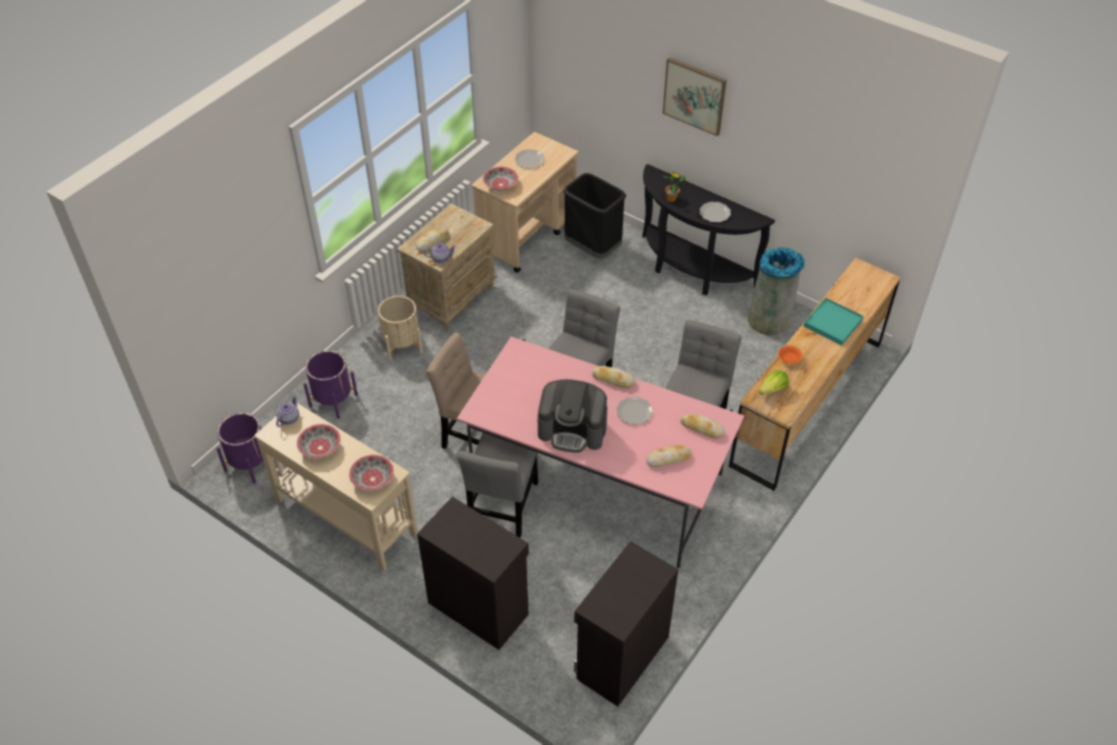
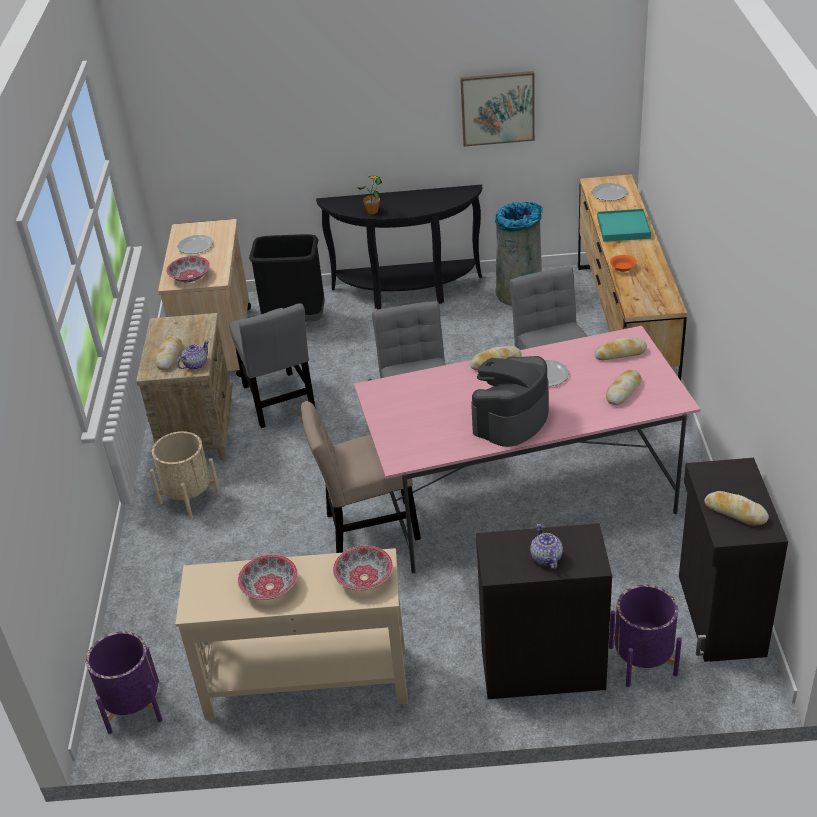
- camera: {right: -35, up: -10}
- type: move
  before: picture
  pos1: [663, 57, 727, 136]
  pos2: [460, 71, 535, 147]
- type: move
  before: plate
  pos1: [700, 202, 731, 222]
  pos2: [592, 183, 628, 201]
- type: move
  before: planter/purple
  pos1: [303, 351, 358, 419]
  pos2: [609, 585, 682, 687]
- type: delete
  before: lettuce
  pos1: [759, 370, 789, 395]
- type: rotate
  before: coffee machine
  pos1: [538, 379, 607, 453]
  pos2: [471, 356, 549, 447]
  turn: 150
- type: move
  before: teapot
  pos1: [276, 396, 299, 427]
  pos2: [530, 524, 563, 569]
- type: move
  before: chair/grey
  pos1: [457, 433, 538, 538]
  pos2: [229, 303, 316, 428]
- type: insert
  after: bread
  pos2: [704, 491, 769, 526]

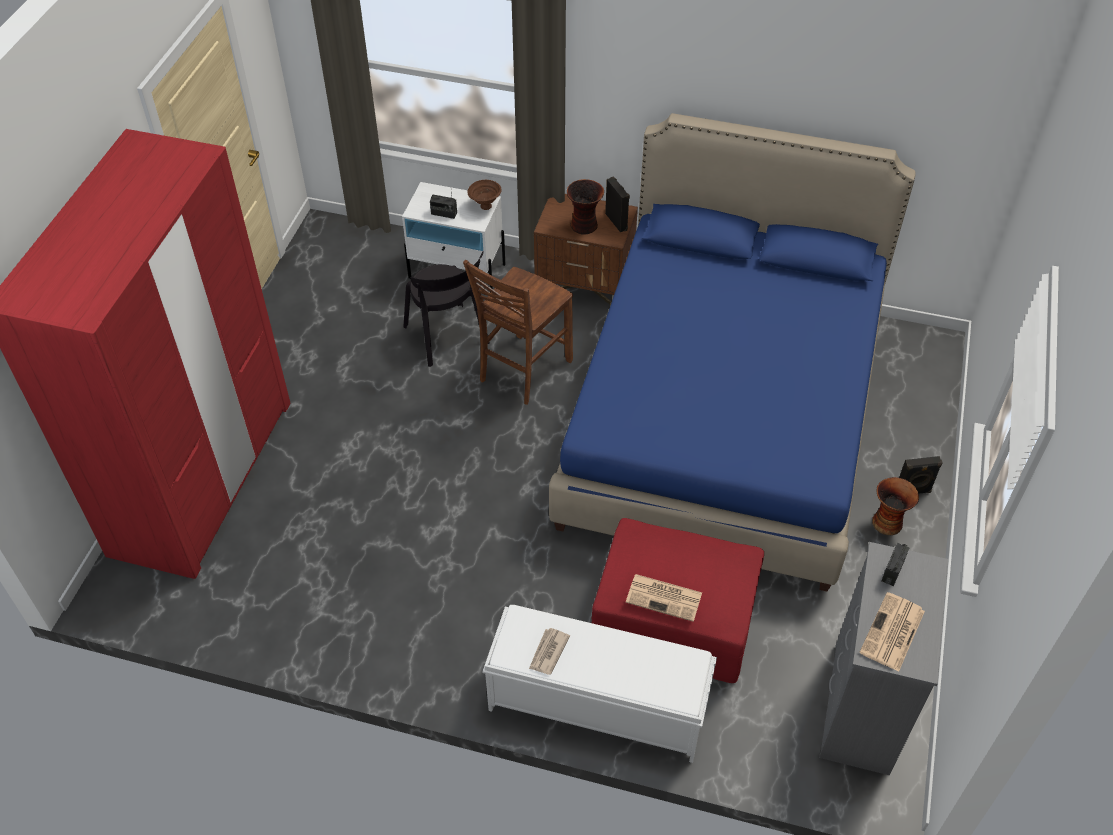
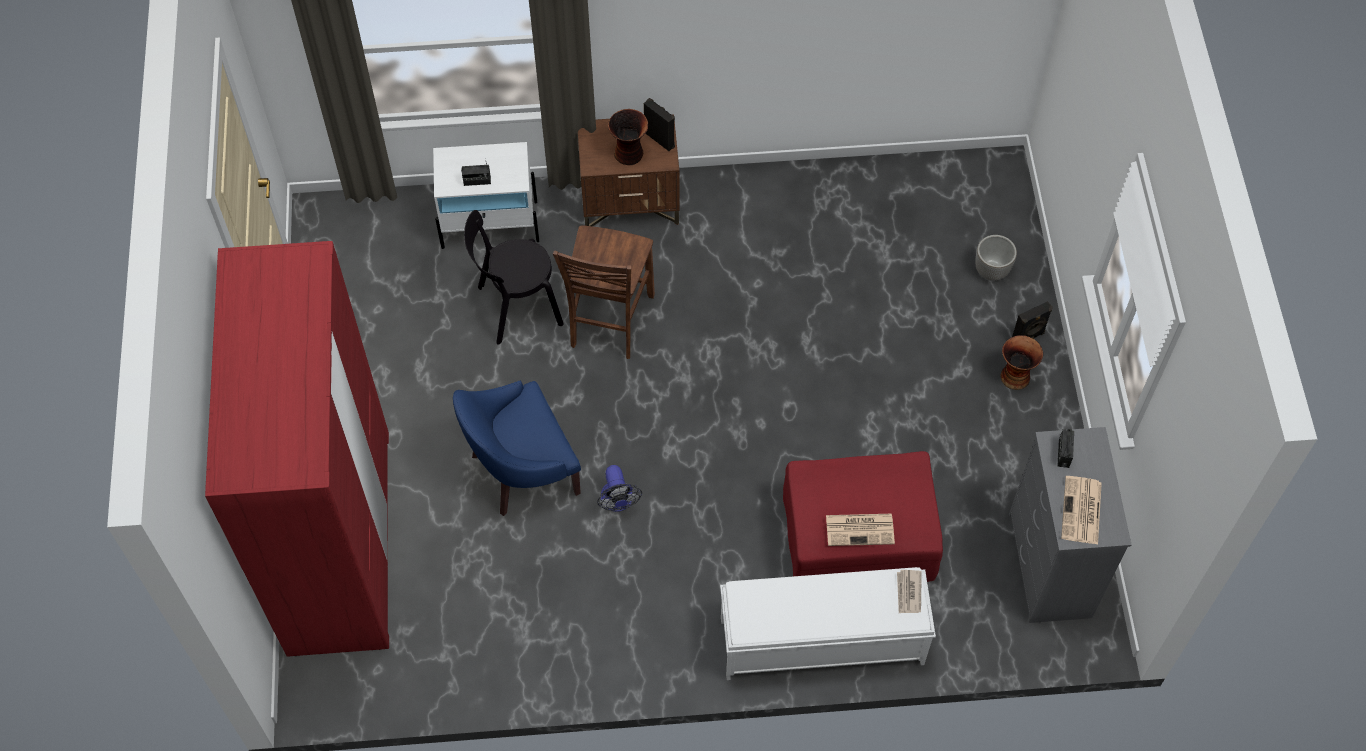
- camera: {right: -20, up: 10}
- type: delete
  before: bed/blue
  pos1: [549, 113, 916, 591]
- type: delete
  before: bowl/brown
  pos1: [467, 180, 502, 210]
- type: rotate
  before: chair/black
  pos1: [403, 251, 490, 367]
  pos2: [464, 210, 564, 345]
  turn: 120
- type: move
  before: newspaper
  pos1: [529, 628, 570, 674]
  pos2: [897, 570, 922, 613]
- type: insert
  after: planter
  pos2: [975, 235, 1017, 281]
- type: insert
  after: armchair/blue
  pos2: [453, 381, 581, 516]
- type: insert
  after: fan
  pos2: [597, 465, 642, 512]

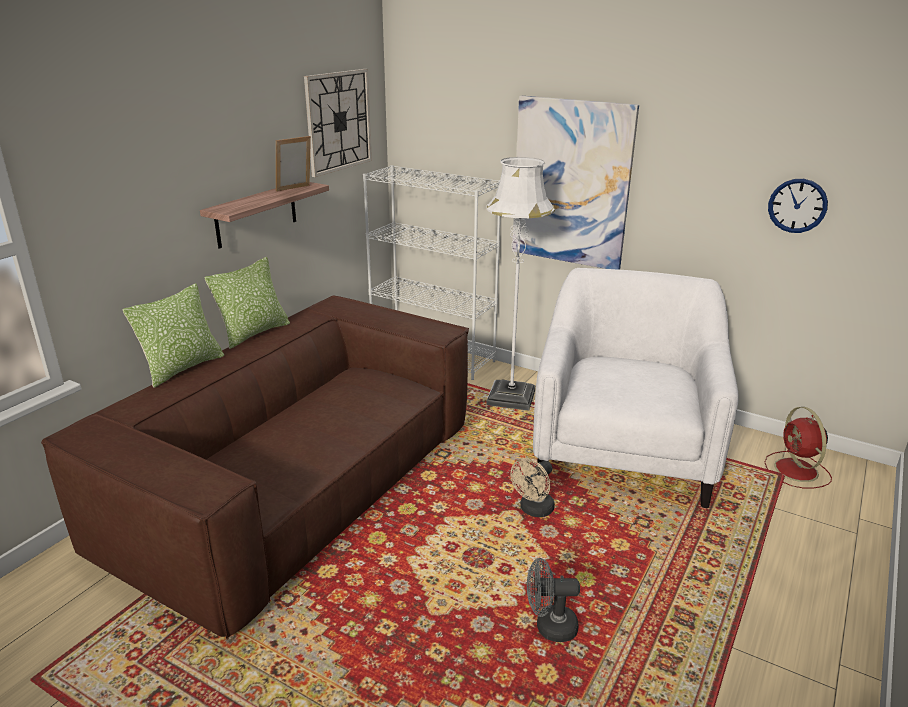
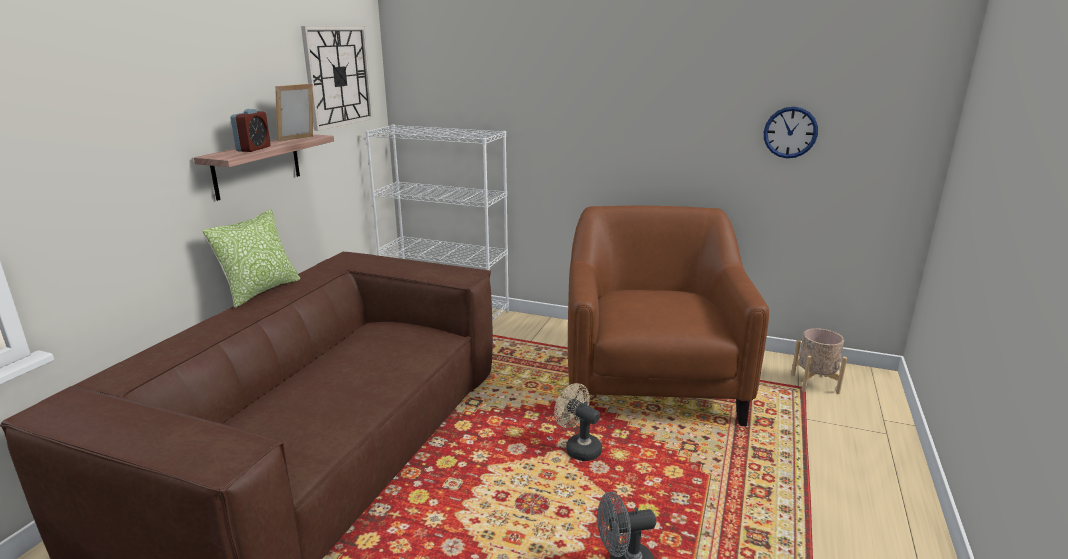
- camera: {right: -10, up: -5}
- type: delete
  before: picture
  pos1: [512, 96, 639, 270]
- type: delete
  before: floor lamp/white
  pos1: [487, 157, 555, 411]
- type: recolor
  before: armchair/white
  after: armchair/brown
  pos1: [533, 268, 739, 508]
  pos2: [568, 206, 769, 426]
- type: delete
  before: pillow
  pos1: [122, 283, 224, 388]
- type: replace
  before: fan/red
  after: planter/beige
  pos1: [764, 407, 832, 489]
  pos2: [791, 328, 847, 394]
- type: rotate
  before: fan/beige
  pos1: [510, 458, 555, 517]
  pos2: [554, 383, 602, 461]
  turn: 105
- type: insert
  after: alarm clock
  pos2: [230, 109, 271, 152]

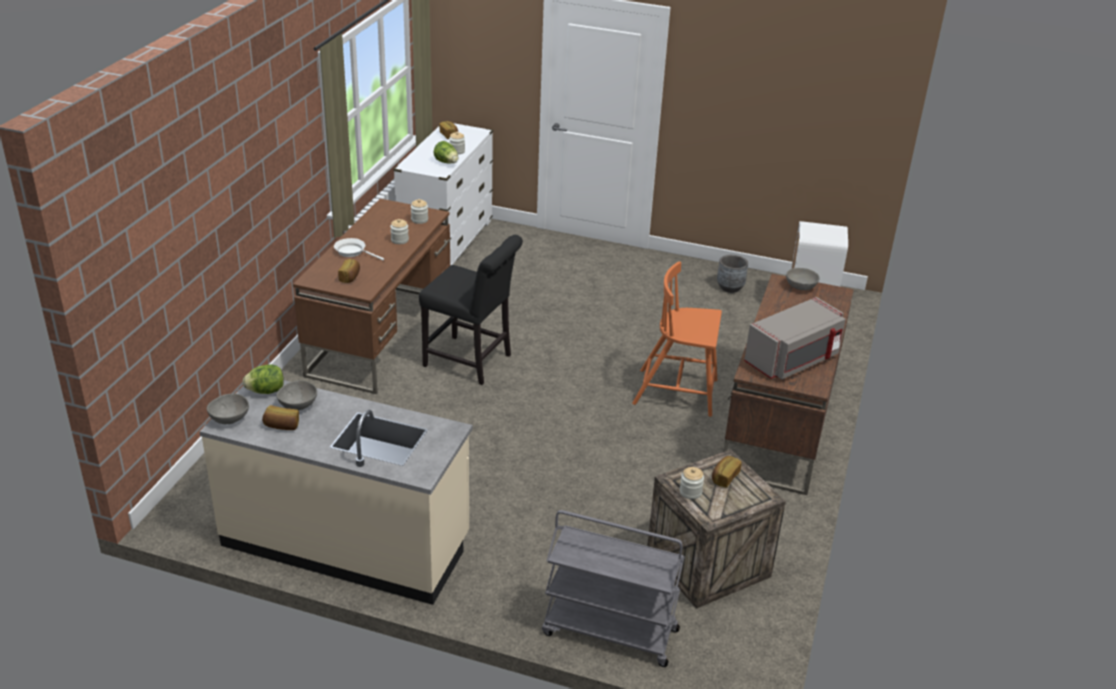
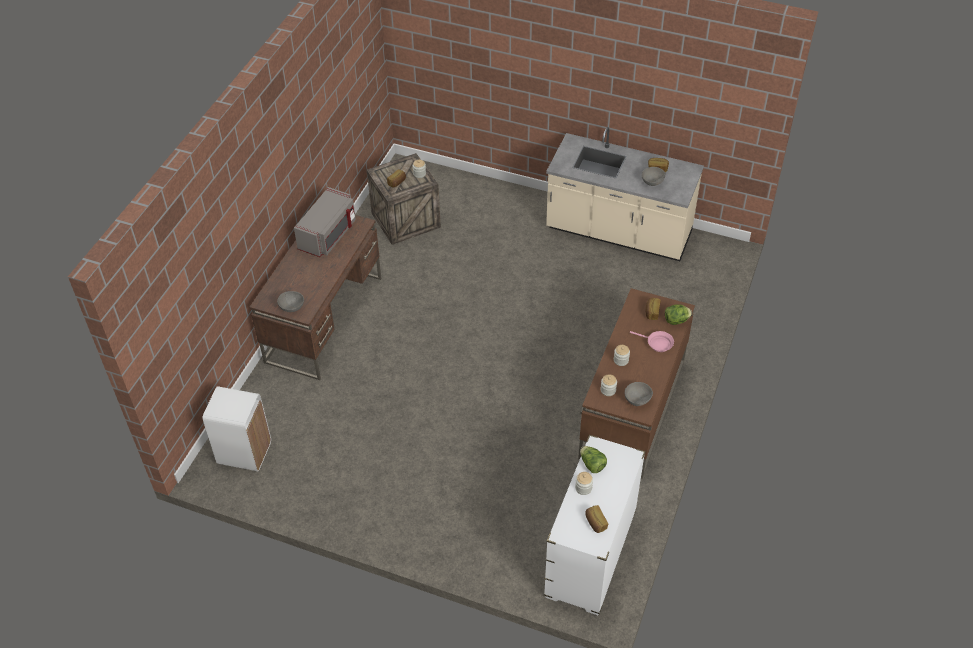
- camera: {right: -175, up: 15}
- type: delete
  before: chair/black
  pos1: [419, 235, 523, 385]
- type: recolor
  before: frying pan/white
  after: frying pan/pink
  pos1: [334, 238, 384, 260]
  pos2: [630, 331, 674, 352]
- type: delete
  before: planter/grey
  pos1: [717, 255, 748, 293]
- type: delete
  before: chair/orange
  pos1: [632, 261, 722, 417]
- type: rotate
  before: microwave/grey
  pos1: [744, 297, 846, 379]
  pos2: [294, 187, 356, 257]
  turn: 150
- type: move
  before: lettuce
  pos1: [242, 364, 284, 394]
  pos2: [665, 304, 692, 325]
- type: move
  before: bowl/grey
  pos1: [207, 393, 249, 424]
  pos2: [625, 382, 653, 406]
- type: delete
  before: cart/grey
  pos1: [542, 510, 685, 667]

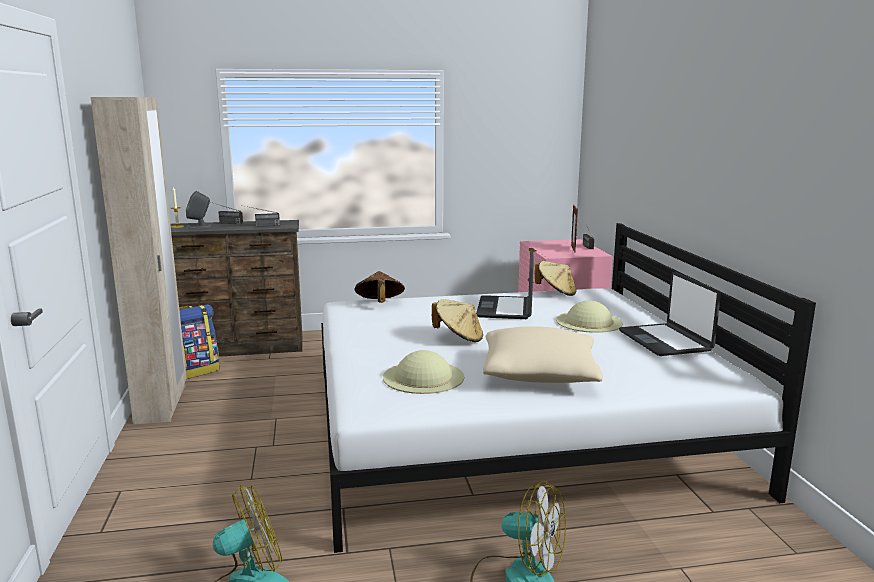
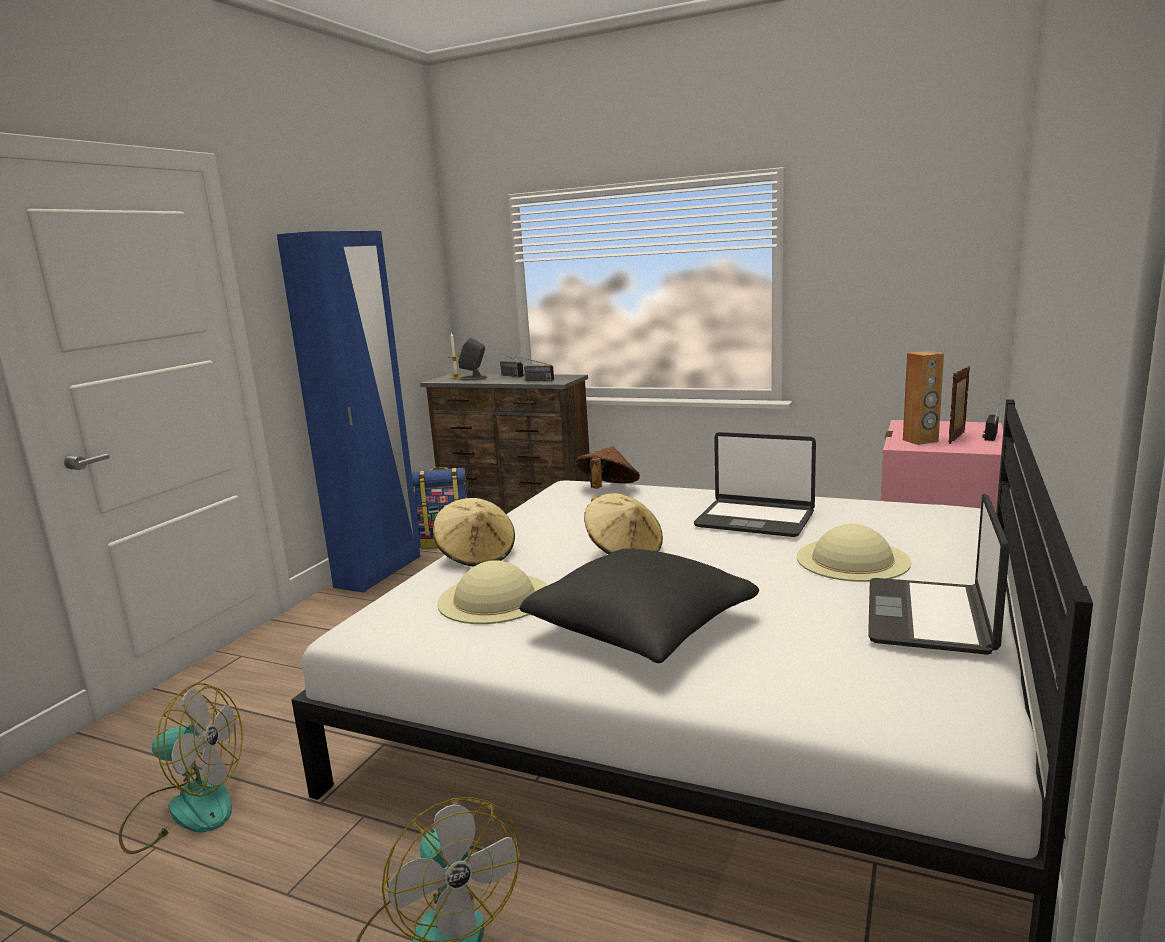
- camera: {right: 35, up: 0}
- type: recolor
  before: wardrobe/beige
  after: wardrobe/blue
  pos1: [91, 97, 187, 424]
  pos2: [277, 231, 421, 592]
- type: rotate
  before: laptop
  pos1: [476, 251, 534, 319]
  pos2: [694, 432, 816, 537]
  turn: -105
- type: move
  before: hat/beige
  pos1: [535, 261, 576, 296]
  pos2: [433, 498, 515, 566]
- type: recolor
  before: pillow/beige
  after: pillow/black
  pos1: [483, 326, 603, 383]
  pos2: [519, 548, 759, 663]
- type: insert
  after: speaker/brown
  pos2: [903, 351, 944, 445]

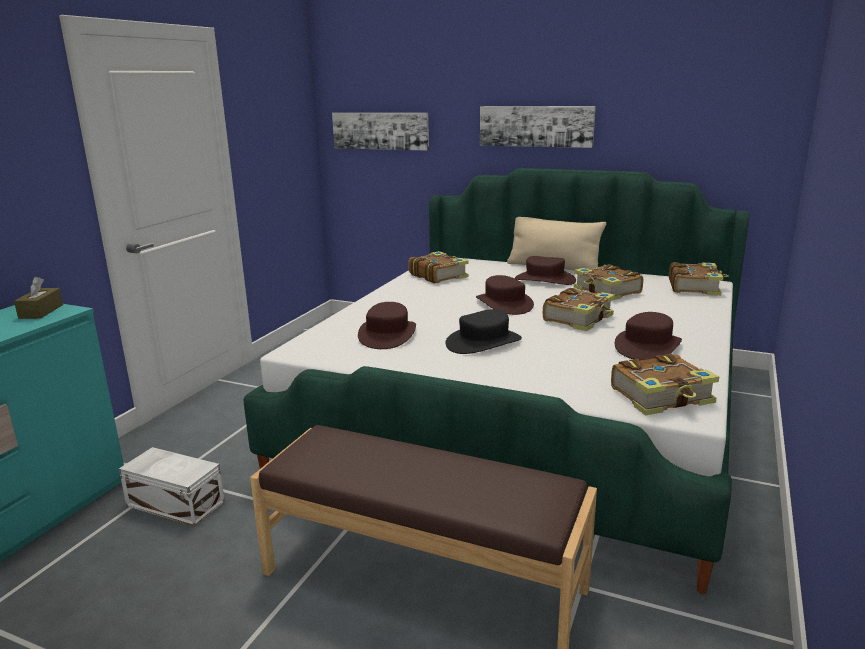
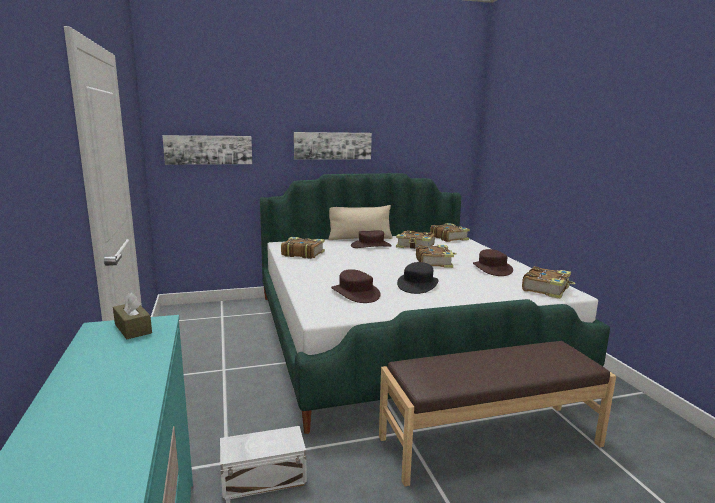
- camera: {right: -40, up: -5}
- type: delete
  before: hat/brown
  pos1: [476, 275, 534, 315]

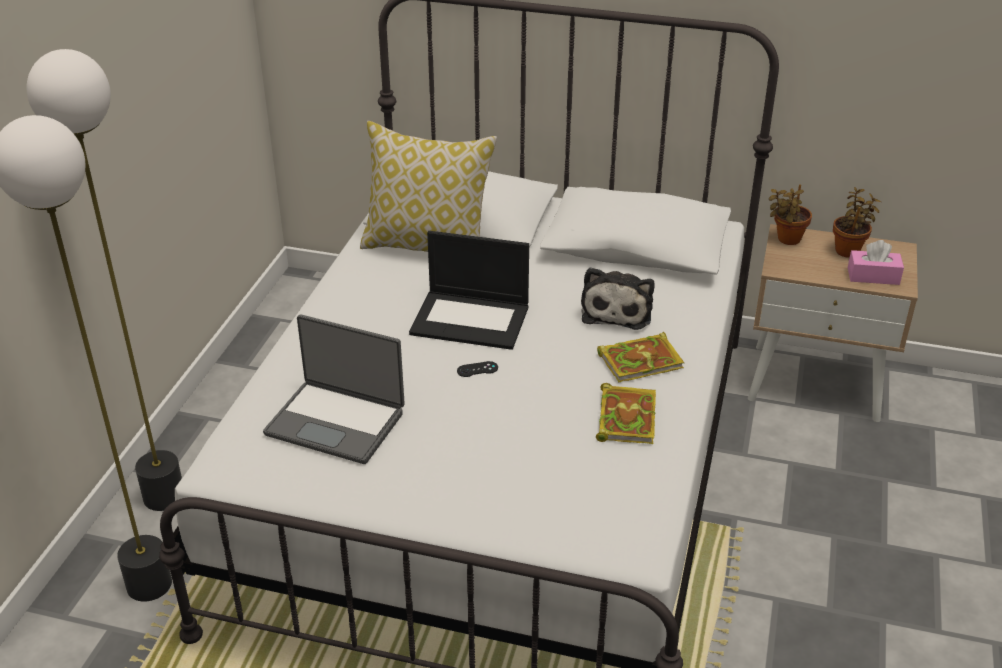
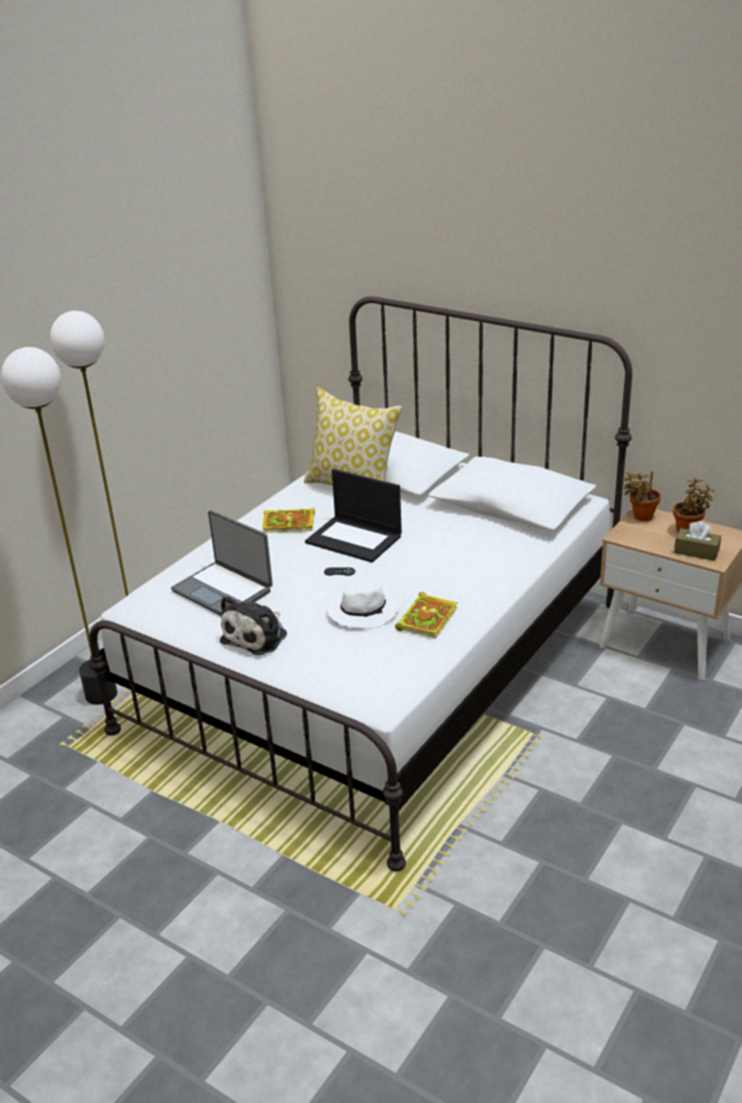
- camera: {right: 20, up: -5}
- type: recolor
  before: tissue box/pink
  after: tissue box/brown
  pos1: [848, 240, 904, 285]
  pos2: [674, 521, 721, 561]
- type: move
  before: plush toy
  pos1: [581, 267, 654, 330]
  pos2: [220, 596, 287, 655]
- type: move
  before: book
  pos1: [597, 332, 684, 382]
  pos2: [262, 508, 315, 533]
- type: insert
  after: hat/white
  pos2: [328, 578, 399, 629]

